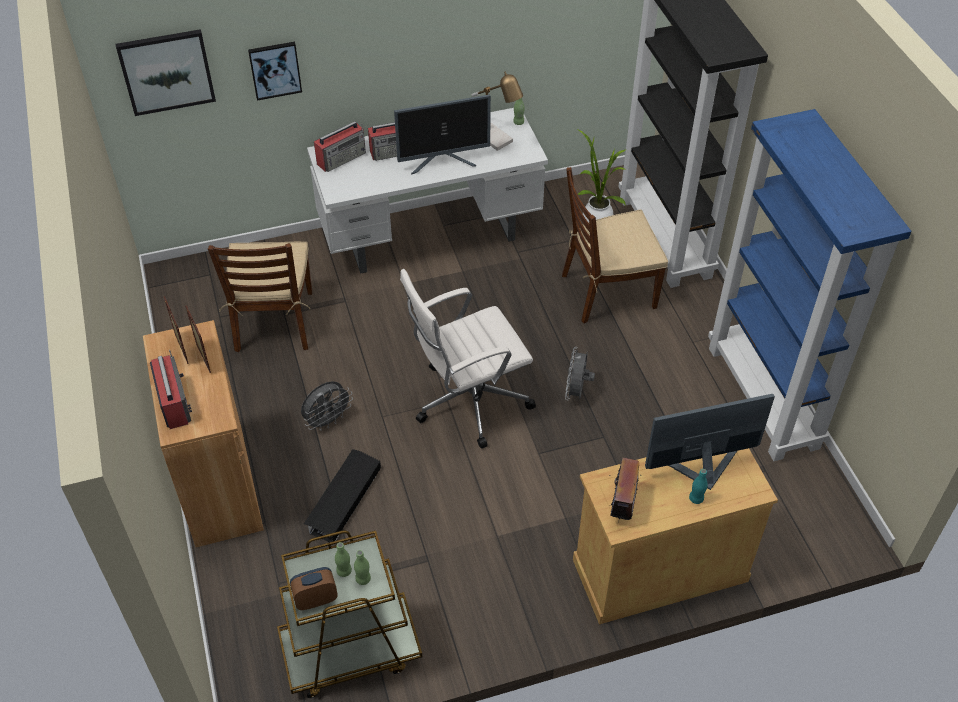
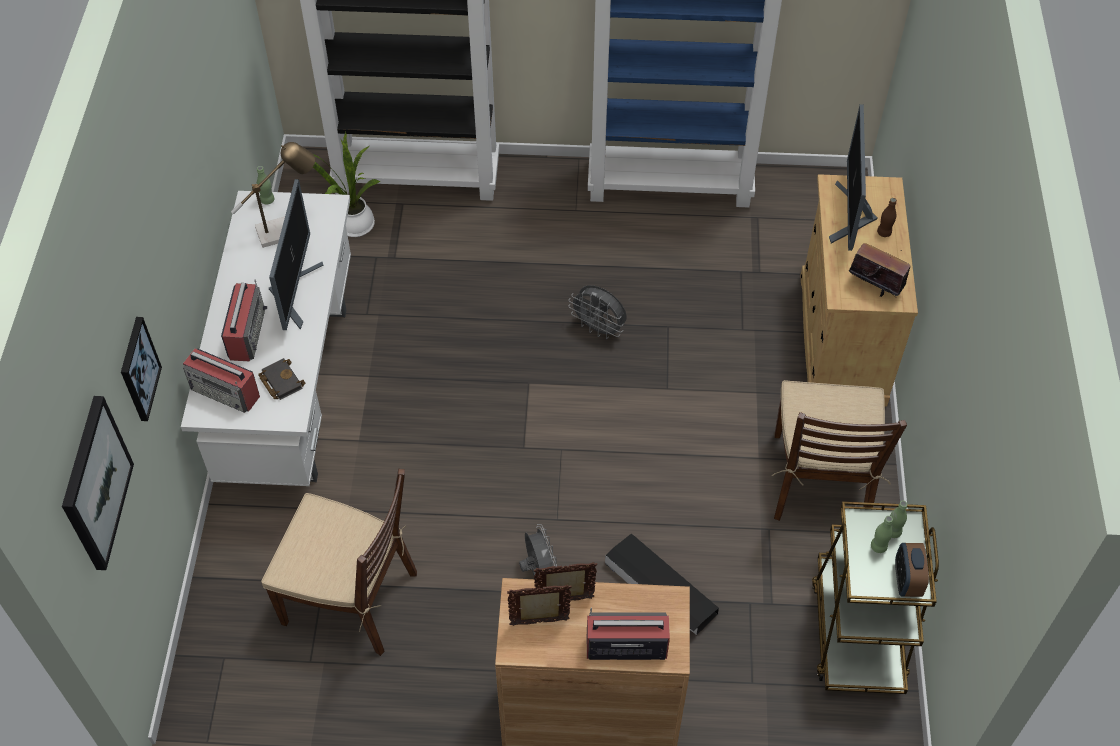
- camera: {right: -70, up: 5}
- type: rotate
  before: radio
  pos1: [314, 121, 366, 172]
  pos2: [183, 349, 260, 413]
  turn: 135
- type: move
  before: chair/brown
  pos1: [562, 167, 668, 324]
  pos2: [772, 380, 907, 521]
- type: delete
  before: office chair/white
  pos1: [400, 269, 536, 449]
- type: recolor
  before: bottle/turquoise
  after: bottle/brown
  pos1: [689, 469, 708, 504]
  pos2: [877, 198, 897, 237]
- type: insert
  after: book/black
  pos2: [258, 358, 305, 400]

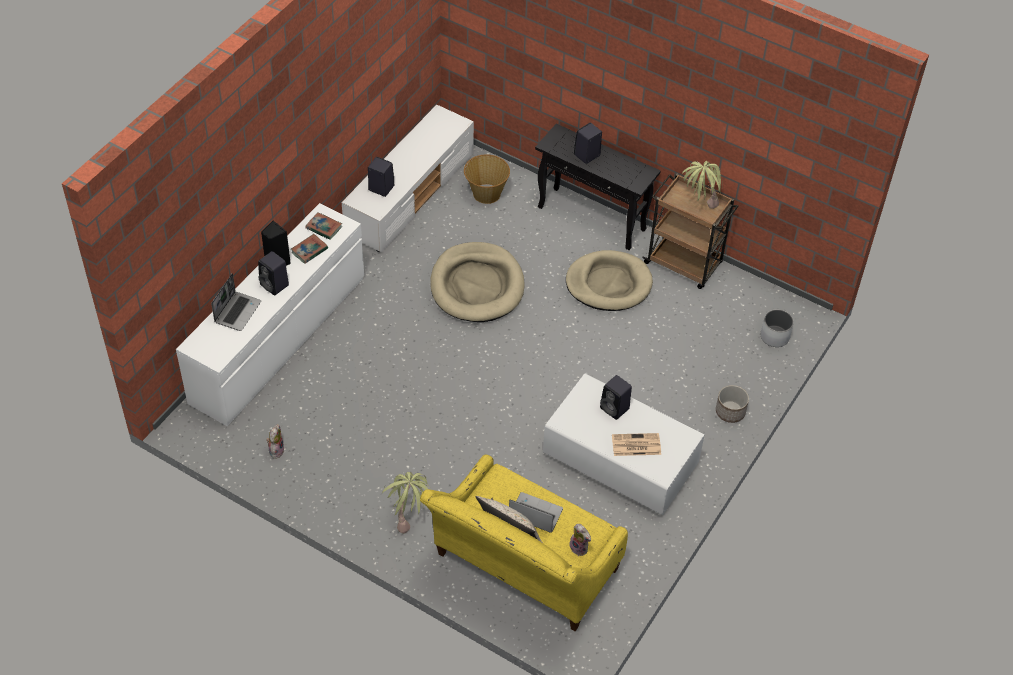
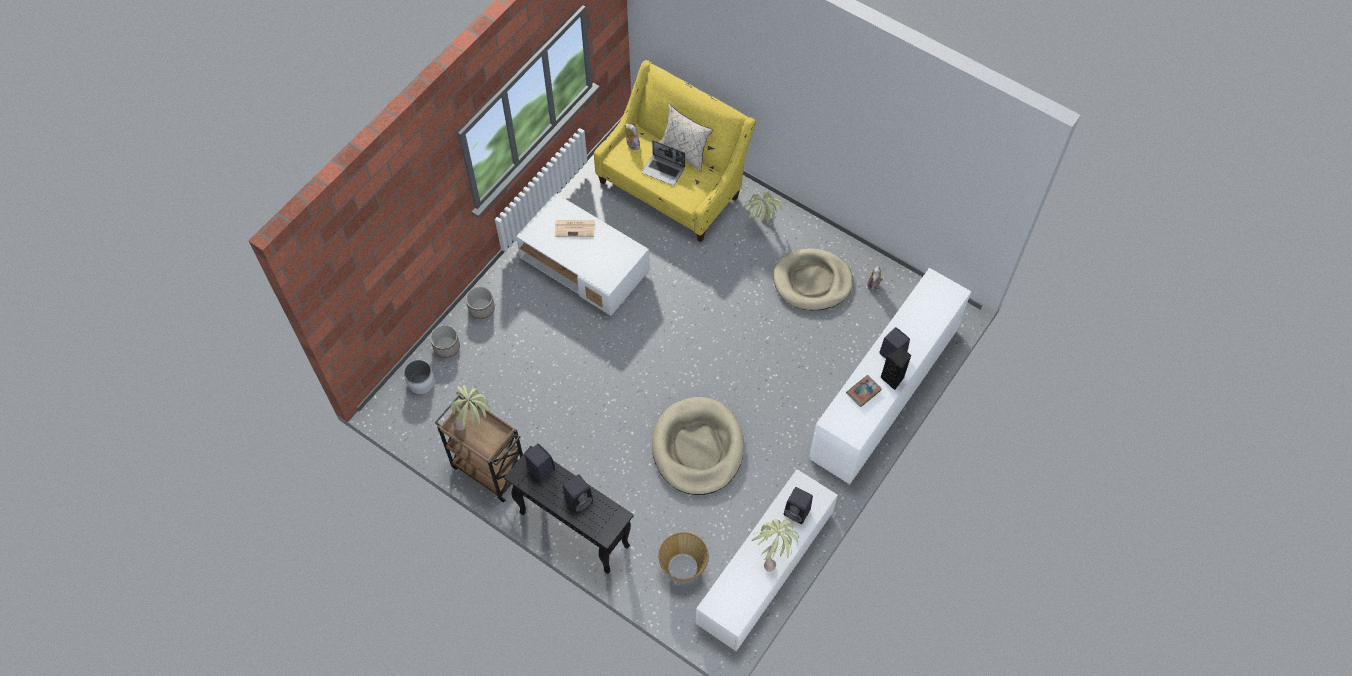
- camera: {right: -175, up: 10}
- type: delete
  before: book
  pos1: [306, 212, 342, 240]
- type: move
  before: dog bed/beige
  pos1: [566, 250, 653, 311]
  pos2: [773, 248, 853, 310]
- type: delete
  before: laptop
  pos1: [211, 273, 261, 331]
- type: move
  before: speaker/black
  pos1: [600, 375, 632, 420]
  pos2: [524, 443, 555, 482]
- type: insert
  after: planter
  pos2: [430, 325, 460, 358]
- type: insert
  after: potted plant
  pos2: [752, 519, 799, 572]

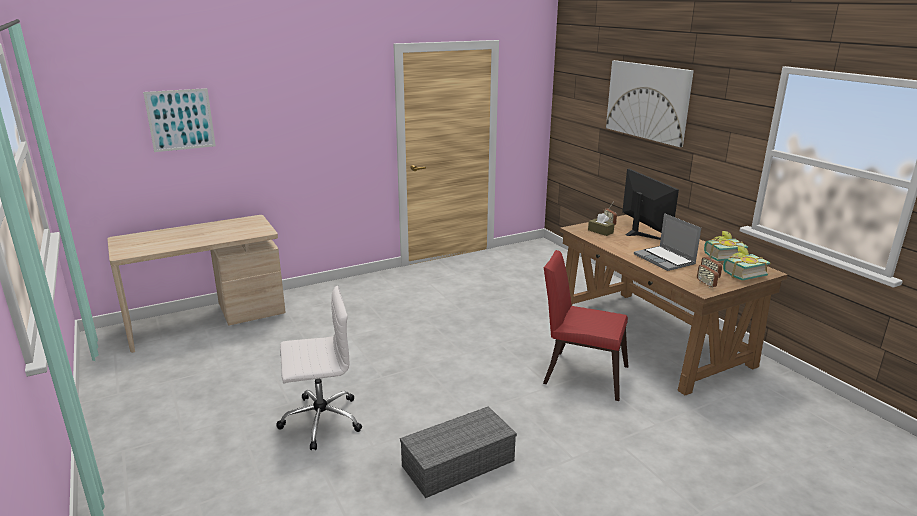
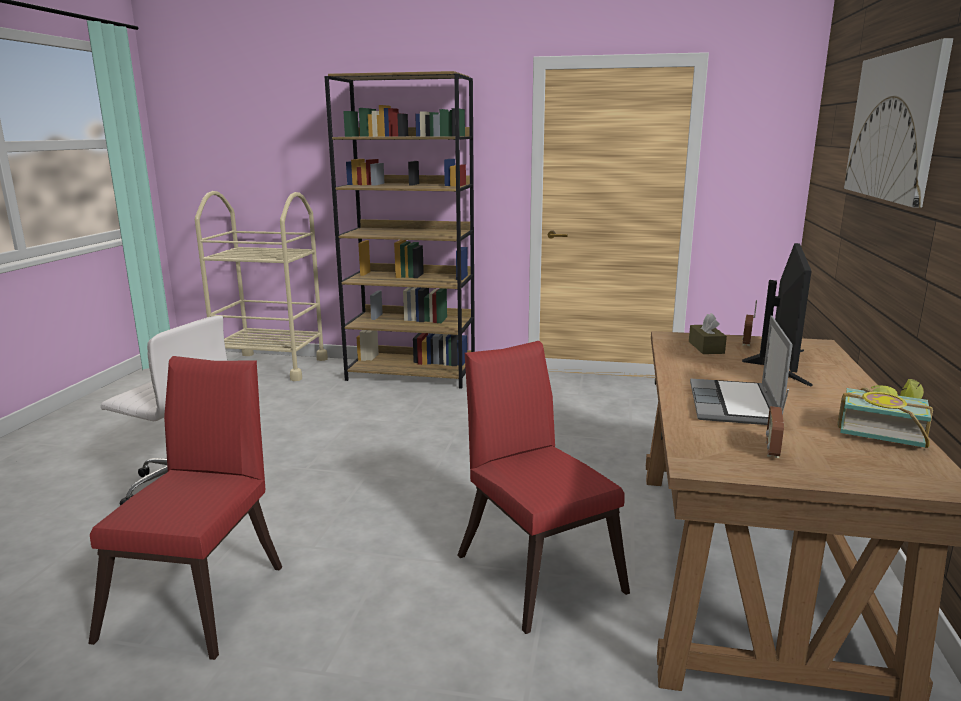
- camera: {right: 40, up: -5}
- type: delete
  before: picture
  pos1: [143, 88, 216, 152]
- type: replace
  before: desk/beige
  after: cart/beige
  pos1: [107, 215, 286, 353]
  pos2: [195, 191, 328, 381]
- type: delete
  before: book
  pos1: [723, 246, 771, 281]
- type: delete
  before: radio
  pos1: [697, 257, 719, 288]
- type: replace
  before: storage box/grey
  after: chair/red
  pos1: [400, 406, 517, 498]
  pos2: [88, 356, 282, 660]
- type: insert
  after: bookcase/brown
  pos2: [324, 71, 475, 389]

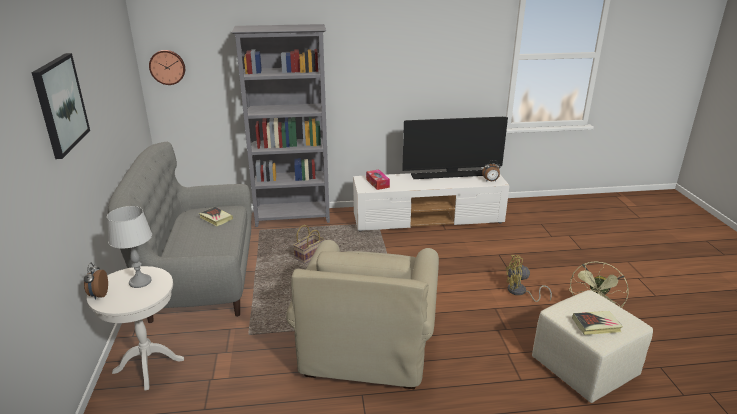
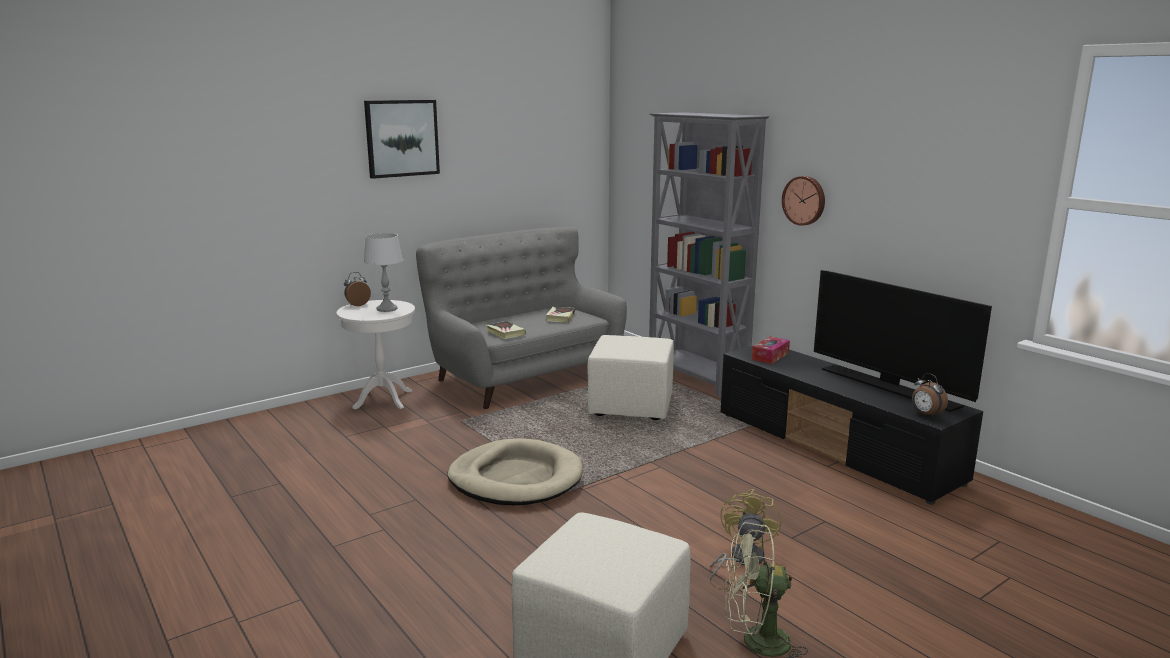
- camera: {right: 60, up: -10}
- type: move
  before: wall clock
  pos1: [149, 50, 185, 85]
  pos2: [782, 176, 825, 226]
- type: recolor
  before: tv stand/white
  after: tv stand/black
  pos1: [353, 170, 510, 231]
  pos2: [721, 346, 983, 504]
- type: replace
  before: basket
  after: ottoman/beige
  pos1: [293, 225, 325, 264]
  pos2: [587, 335, 674, 420]
- type: replace
  before: armchair/beige
  after: dog bed/beige
  pos1: [286, 240, 439, 389]
  pos2: [447, 438, 583, 505]
- type: rotate
  before: fan/yellow
  pos1: [506, 255, 552, 302]
  pos2: [710, 489, 782, 581]
  turn: 45
- type: move
  before: book
  pos1: [572, 311, 623, 335]
  pos2: [486, 321, 526, 339]

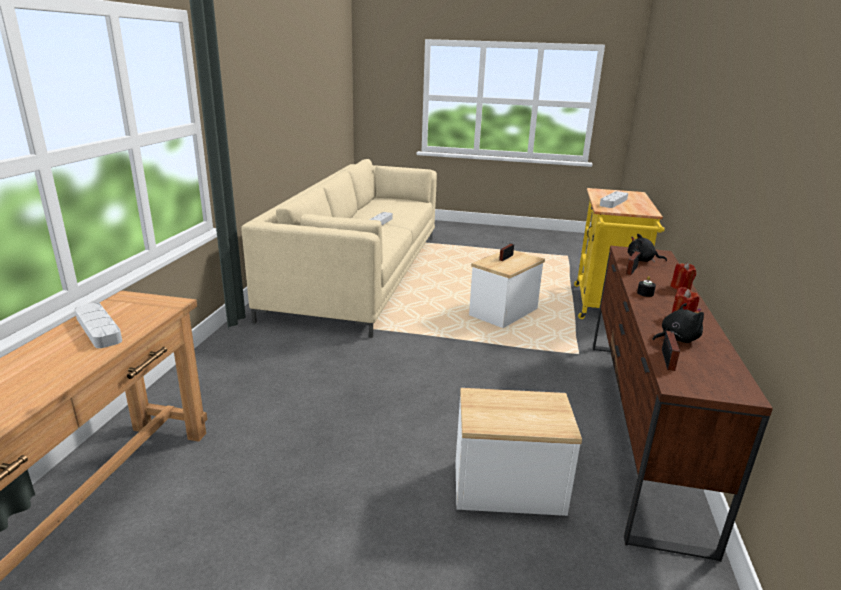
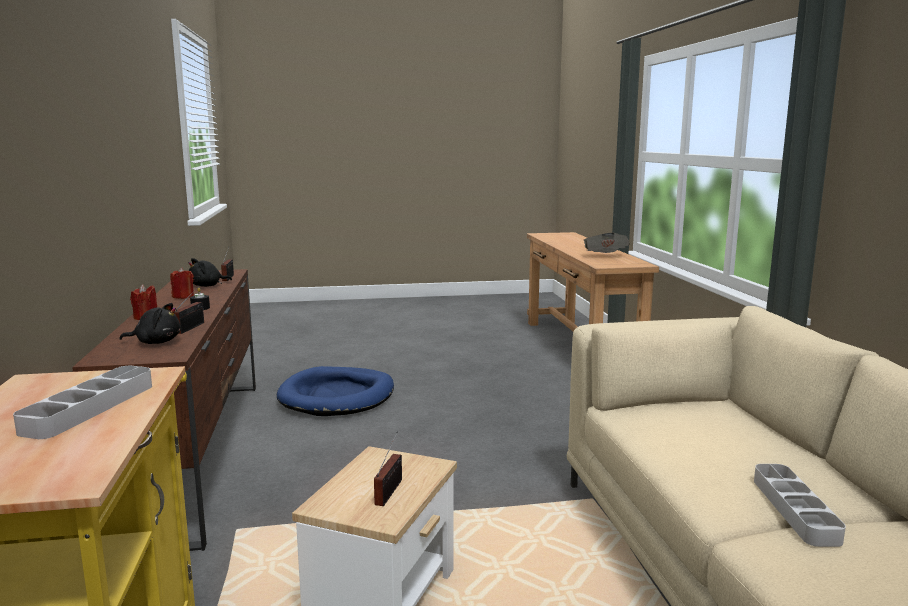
- camera: {right: 160, up: -10}
- type: replace
  before: tray/grey
  after: newspaper
  pos1: [74, 303, 122, 348]
  pos2: [584, 233, 630, 253]
- type: replace
  before: side table
  after: dog bed/blue
  pos1: [455, 388, 582, 516]
  pos2: [277, 366, 394, 416]

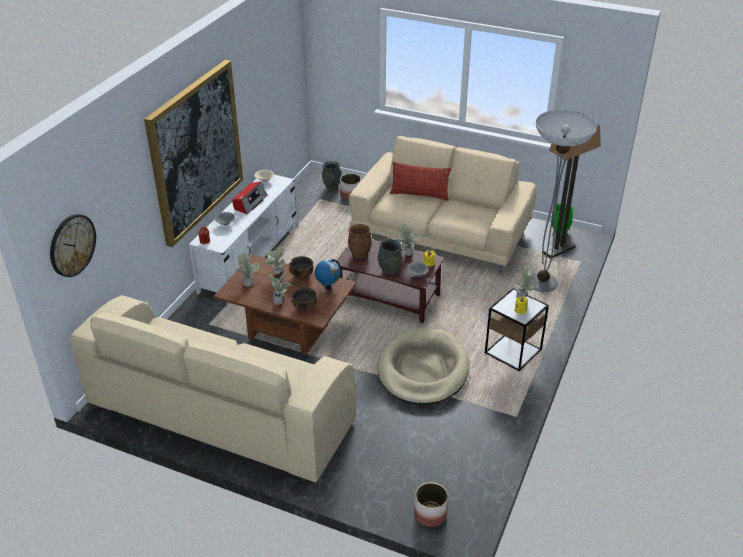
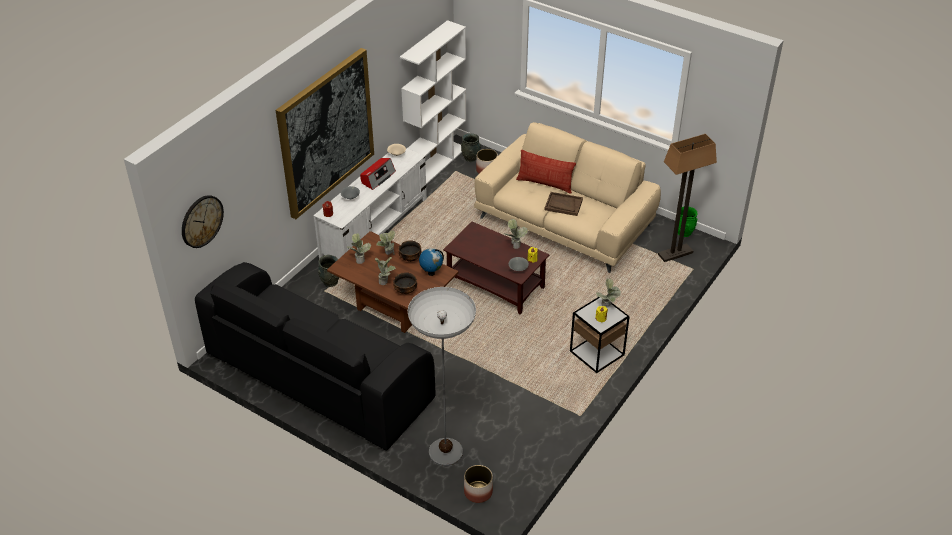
- camera: {right: 10, up: 5}
- type: move
  before: floor lamp
  pos1: [531, 110, 597, 292]
  pos2: [408, 287, 476, 466]
- type: delete
  before: vase/brown
  pos1: [348, 224, 372, 259]
- type: move
  before: vase/grey
  pos1: [378, 239, 402, 275]
  pos2: [318, 255, 339, 287]
- type: recolor
  before: sofa/beige
  after: sofa/black
  pos1: [70, 295, 356, 482]
  pos2: [195, 262, 436, 451]
- type: delete
  before: dog bed/beige
  pos1: [377, 328, 470, 405]
- type: insert
  after: bookcase/white
  pos2: [400, 20, 467, 184]
- type: insert
  after: tray/brown
  pos2: [545, 192, 583, 216]

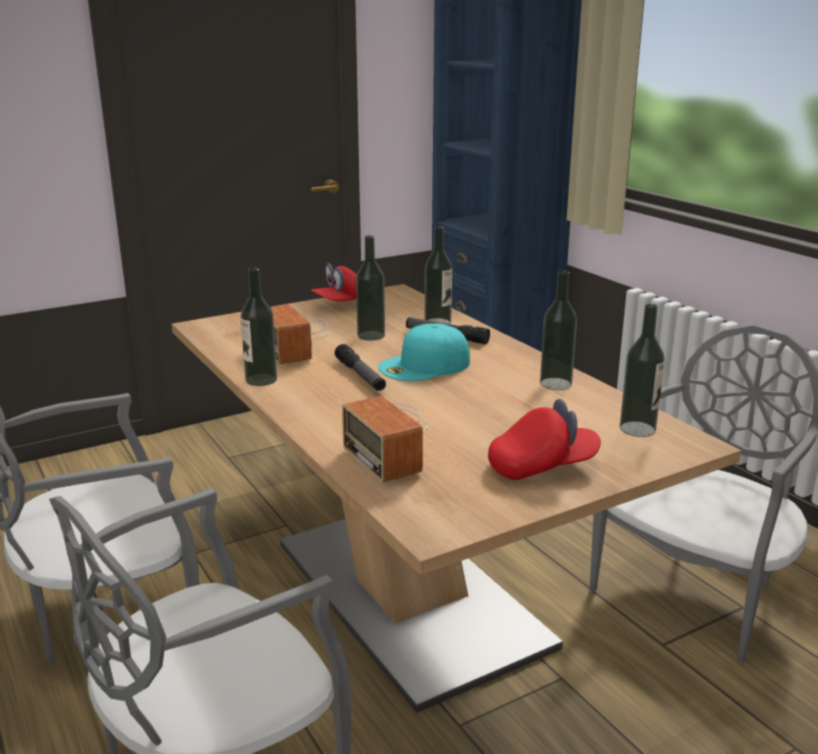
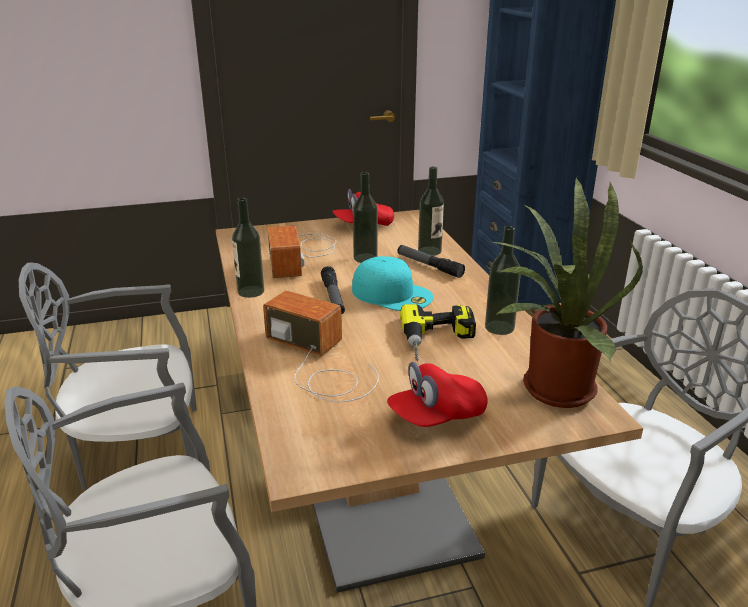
- camera: {right: 15, up: 5}
- type: replace
  before: bottle
  after: potted plant
  pos1: [620, 304, 665, 437]
  pos2: [493, 177, 643, 408]
- type: rotate
  before: cap/turquoise
  pos1: [378, 323, 470, 381]
  pos2: [352, 256, 433, 311]
  turn: -135
- type: rotate
  before: radio
  pos1: [342, 396, 427, 483]
  pos2: [263, 290, 379, 402]
  turn: 135
- type: rotate
  before: cap/red
  pos1: [488, 399, 601, 480]
  pos2: [387, 362, 488, 427]
  turn: 150
- type: insert
  after: power drill
  pos2: [400, 304, 476, 361]

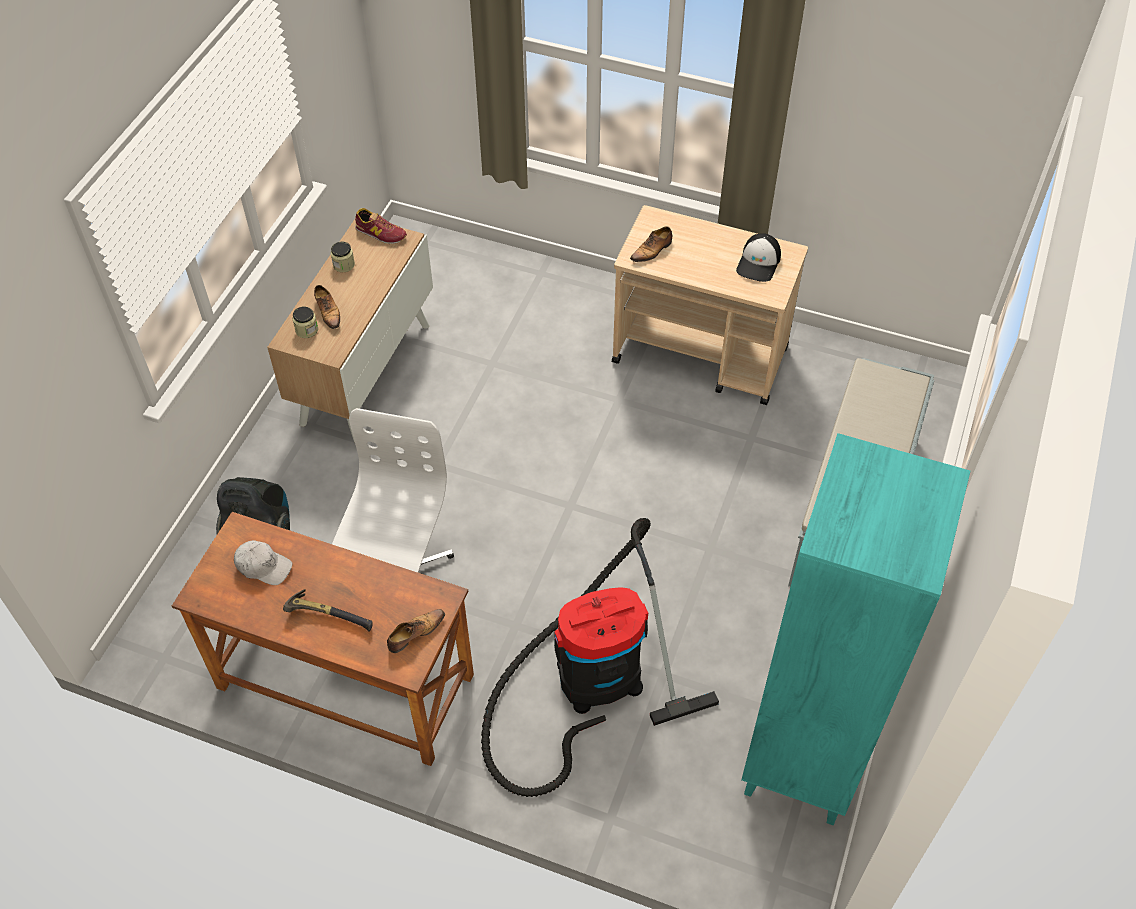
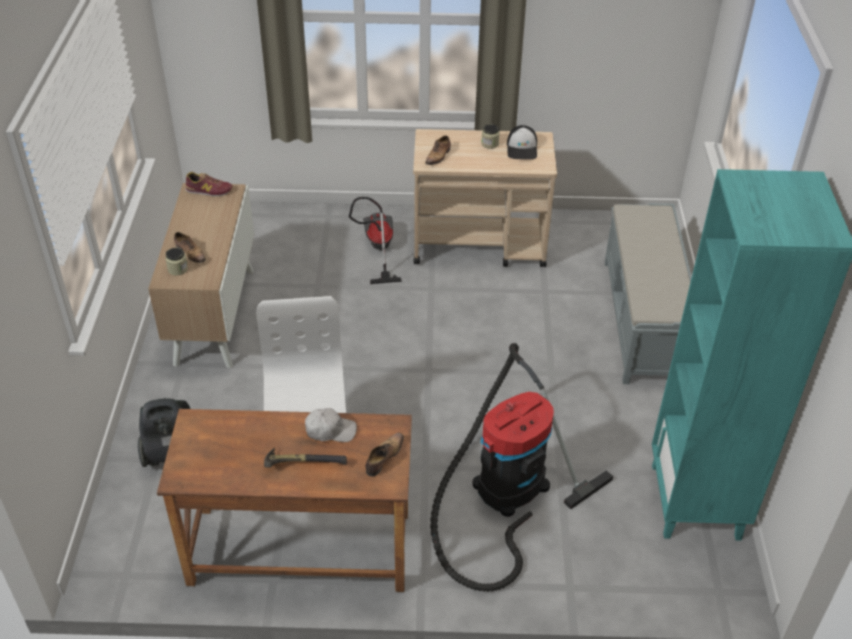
- camera: {right: -20, up: -10}
- type: move
  before: jar
  pos1: [331, 241, 355, 272]
  pos2: [481, 124, 500, 149]
- type: move
  before: cap/white
  pos1: [234, 540, 292, 585]
  pos2: [305, 408, 357, 442]
- type: insert
  after: vacuum cleaner
  pos2: [349, 197, 402, 284]

